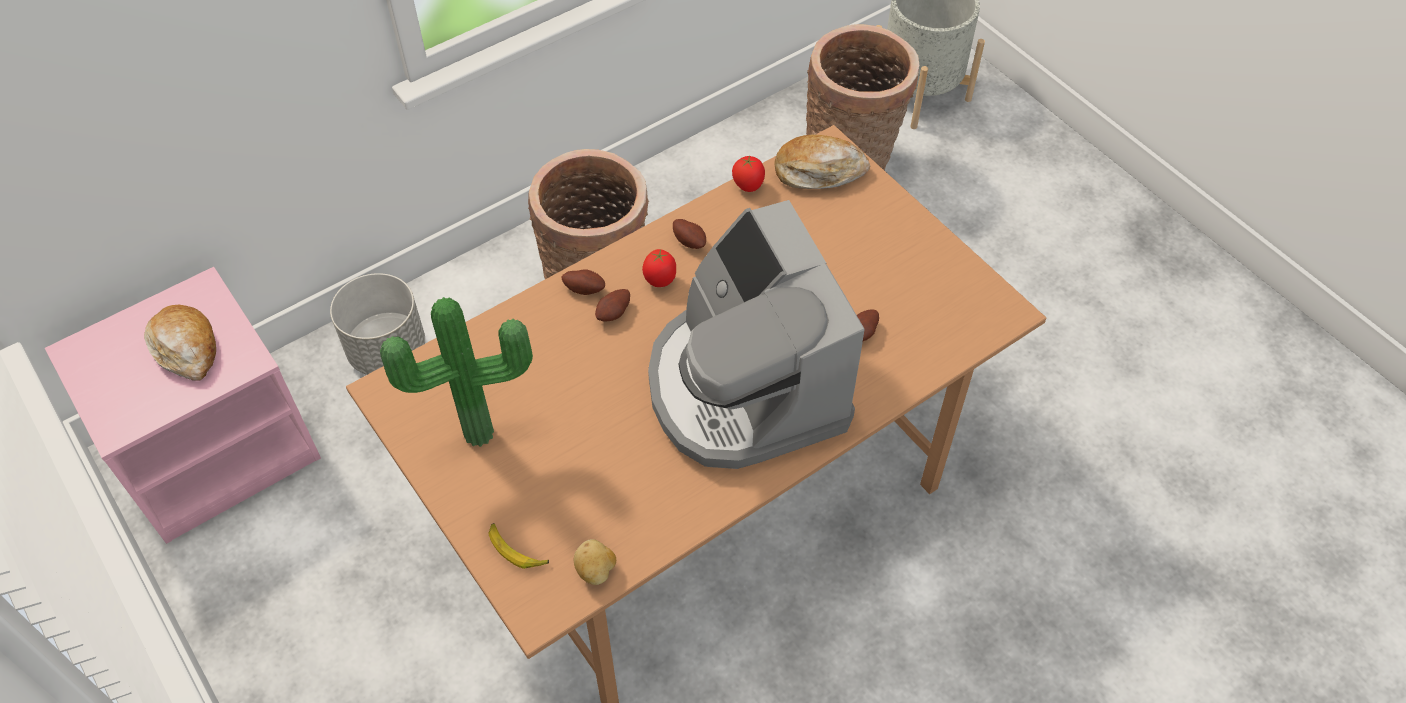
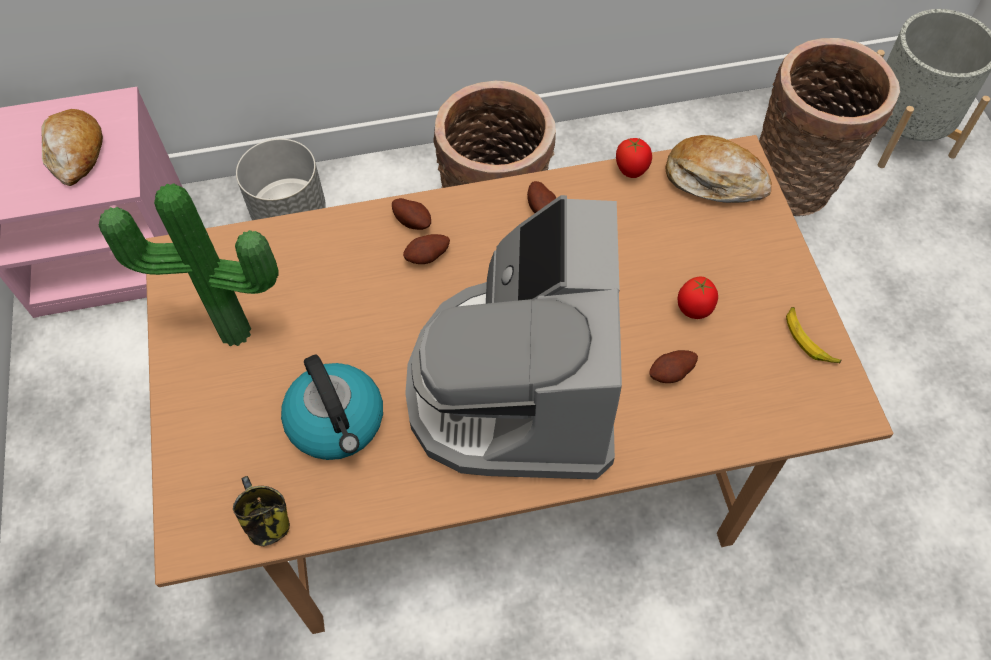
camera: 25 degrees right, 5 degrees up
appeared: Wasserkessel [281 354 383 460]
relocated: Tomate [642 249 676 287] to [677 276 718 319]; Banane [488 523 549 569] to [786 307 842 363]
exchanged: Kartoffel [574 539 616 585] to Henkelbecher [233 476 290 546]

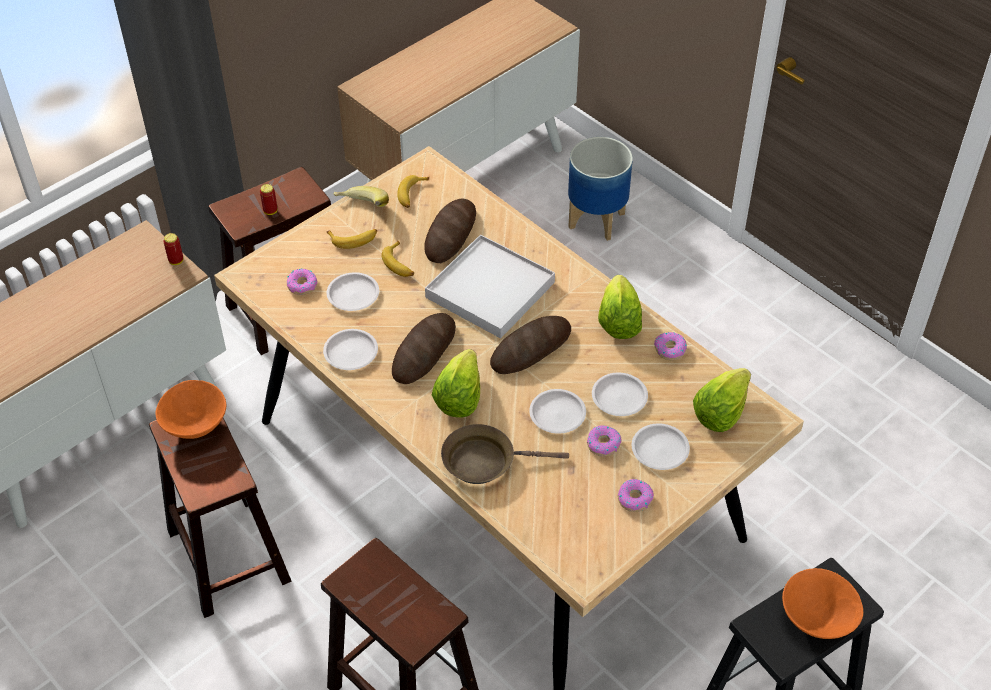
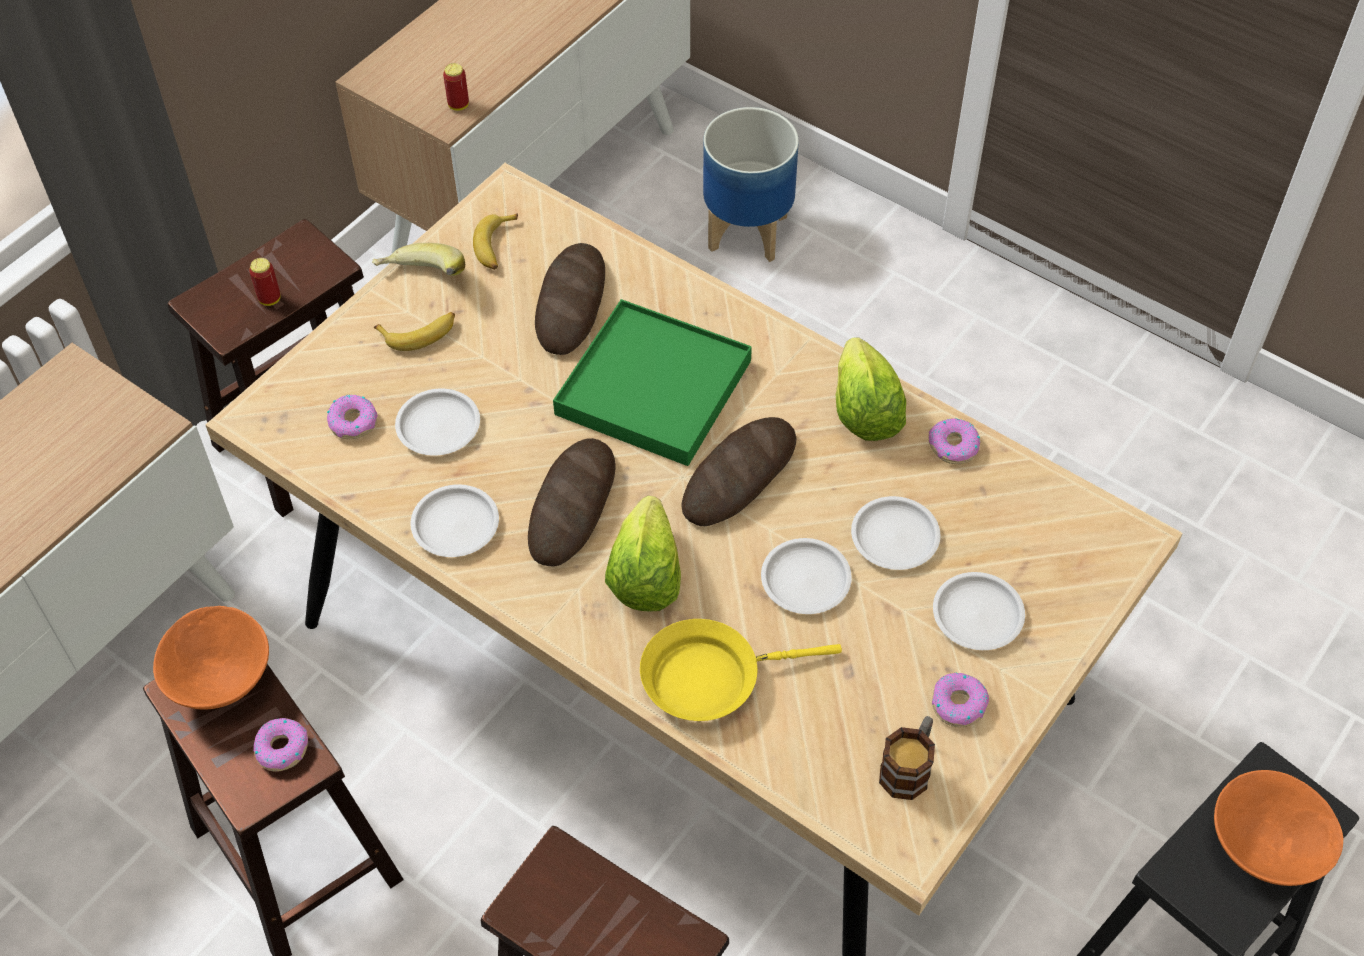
camera: 10 degrees left, 5 degrees up
missing: Banane [381 241 414 277]; Salatkopf [693 368 751 432]
appeared: Henkelbecher [879 716 935 800]
relocated: Donut [587 425 622 457] to [253 718 308 772]; Dose [163 233 183 265] to [443 63 469 111]
colour: Tablett/weiß [425 234 555 338] to Tablett/grün [553 299 752 466]; Pfanne/braun [441 424 569 484] to Pfanne/gelb [640 619 842 721]

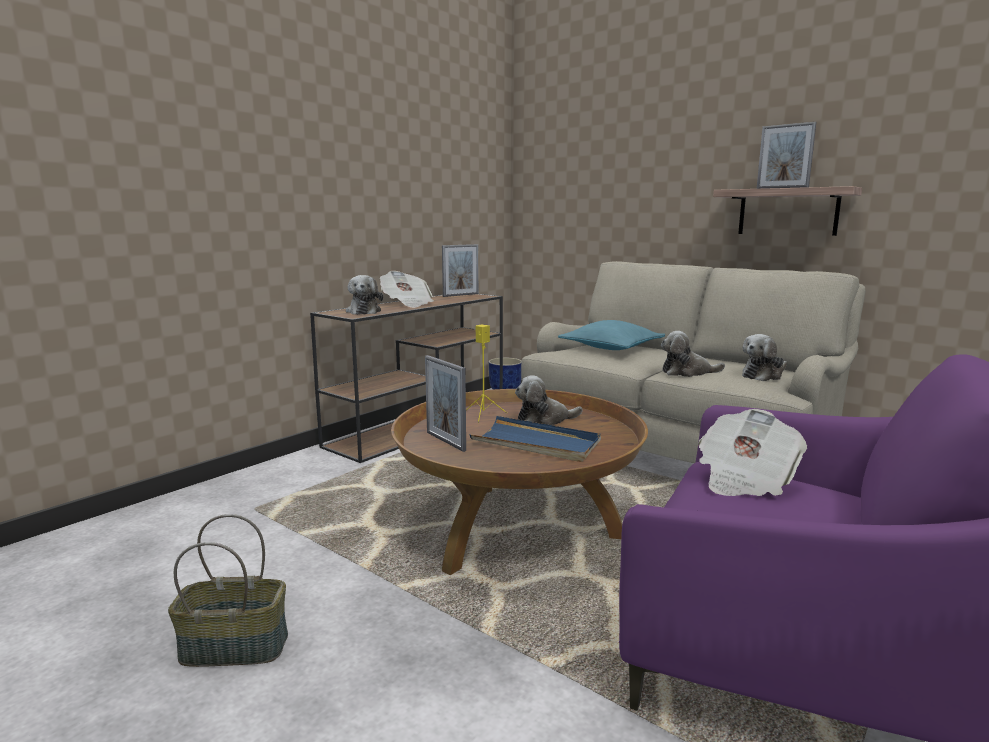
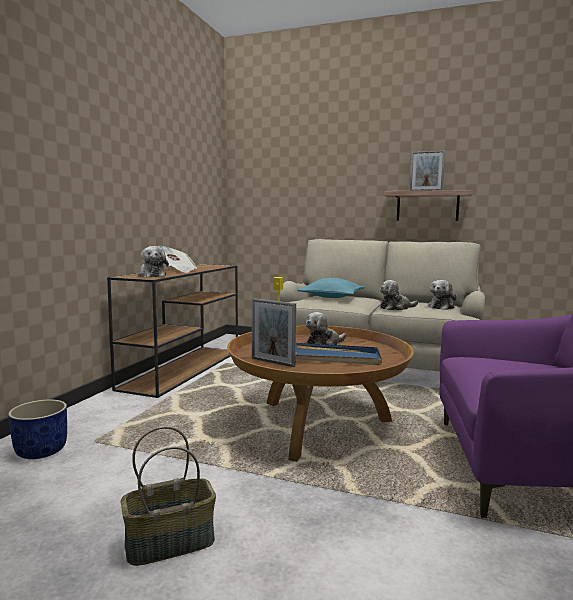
camera: 20 degrees left, 5 degrees down
missing: Bilderrahmen [442 244 479 297]; Zeitung [698 409 807 496]
relocated: Pflanzkübel/blau [489 358 522 389] to [8 399 67 459]

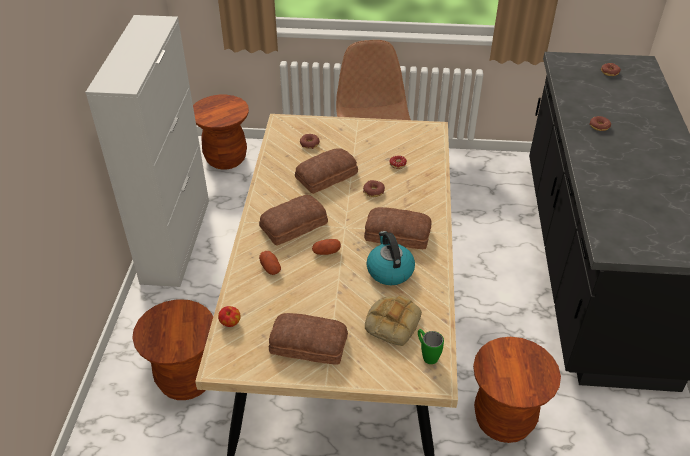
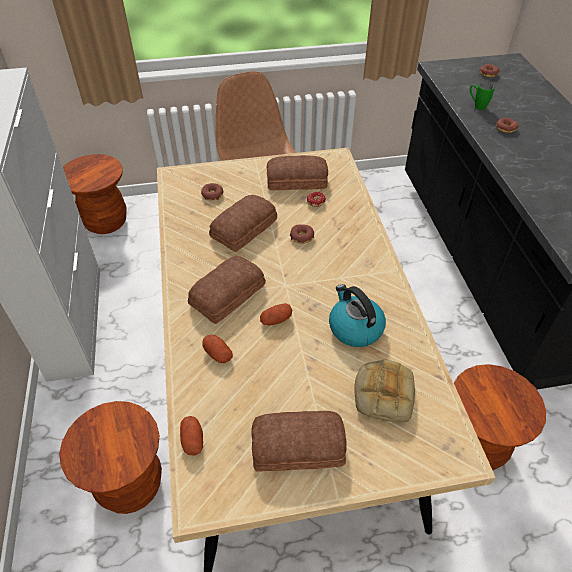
camera: 15 degrees left, 5 degrees up
relocated: Brot [364 207 431 249] to [267 155 328 190]; Henkelbecher/grün [418 329 444 364] to [470 82 495 110]
exchanged: Apfel [218 306 241 327] to Kartoffel [180 416 203 456]

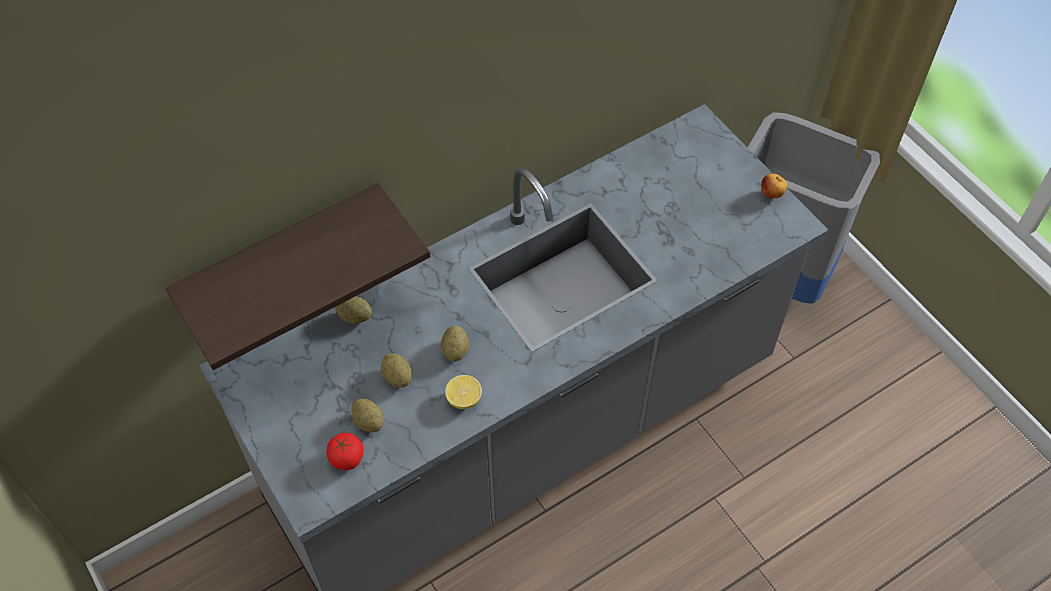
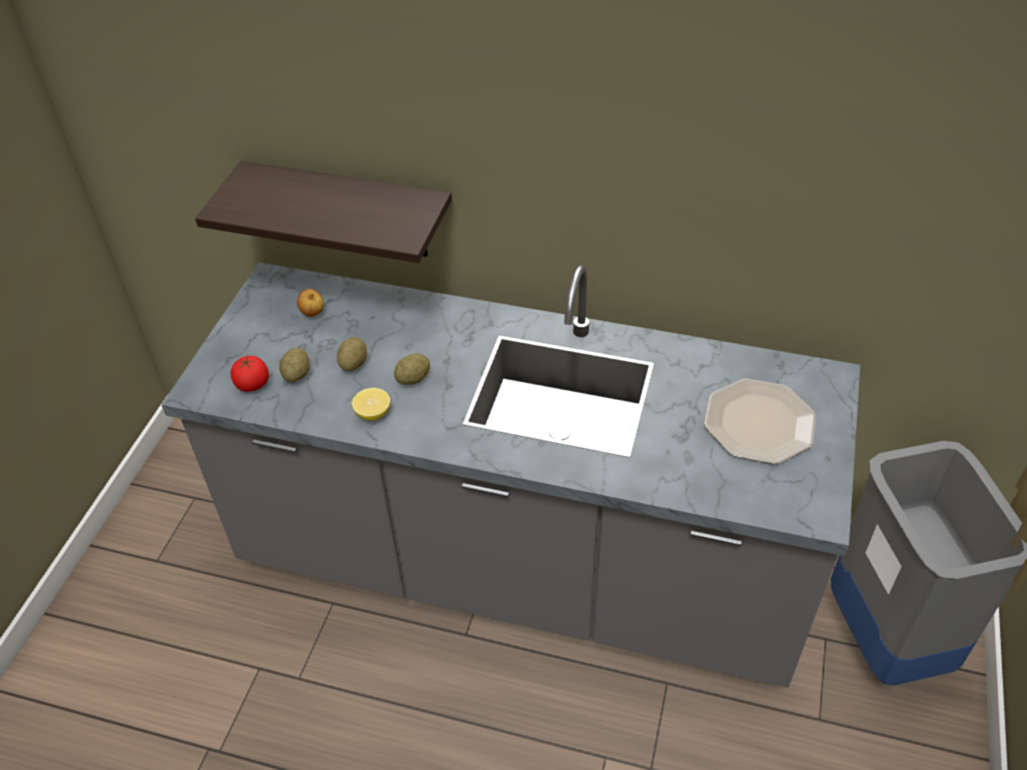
camera: 50 degrees right, 10 degrees down
missing: Kartoffel [335 296 372 324]
appeared: Teller [704 379 816 464]
relocated: Apfel [761 174 787 198] to [297 289 324 317]

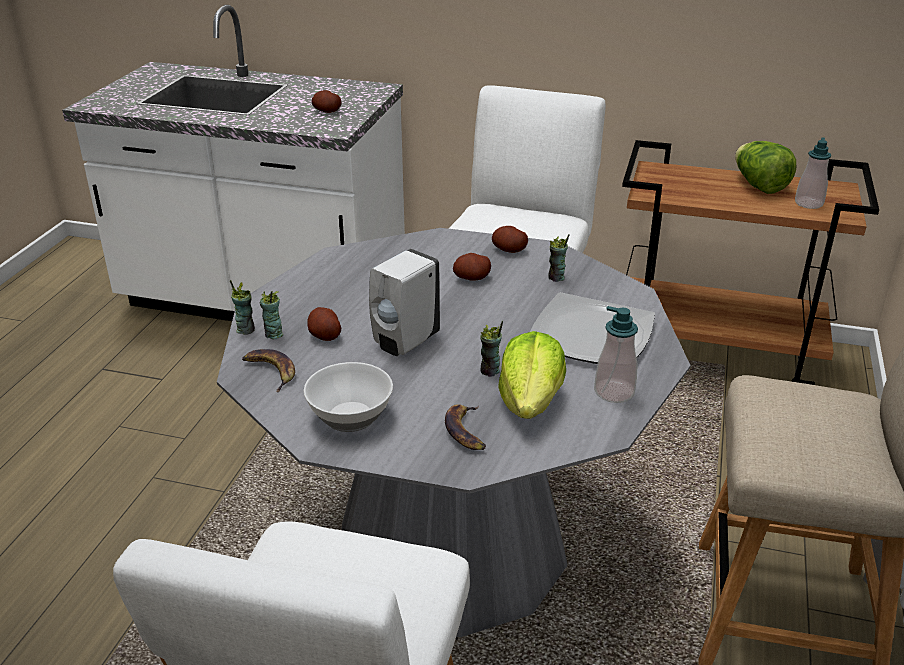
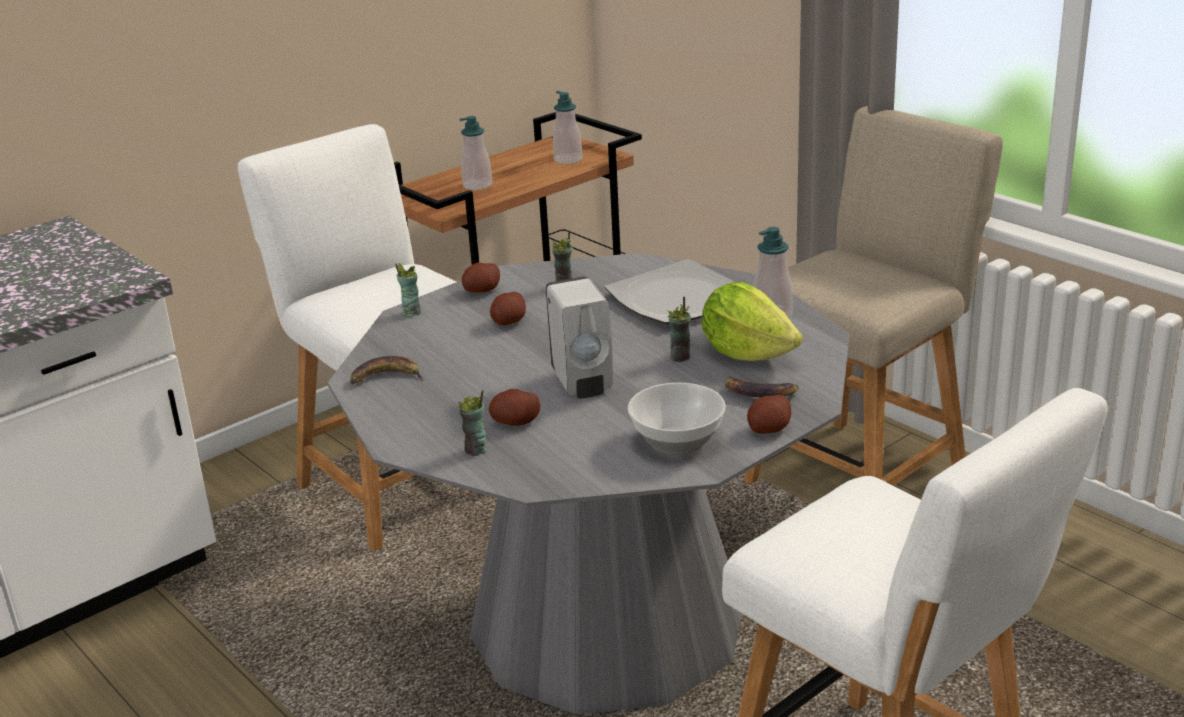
camera: 55 degrees left, 5 degrees down
missing: Salatkopf [735 141 796 194]
appeared: Seifenspender [459 116 493 190]
relocated: Banane [242 349 295 392] to [350 356 424 384]; Tasse [230 280 255 335] to [395 263 421 317]; Kartoffel [312 90 341 113] to [747 395 791 434]

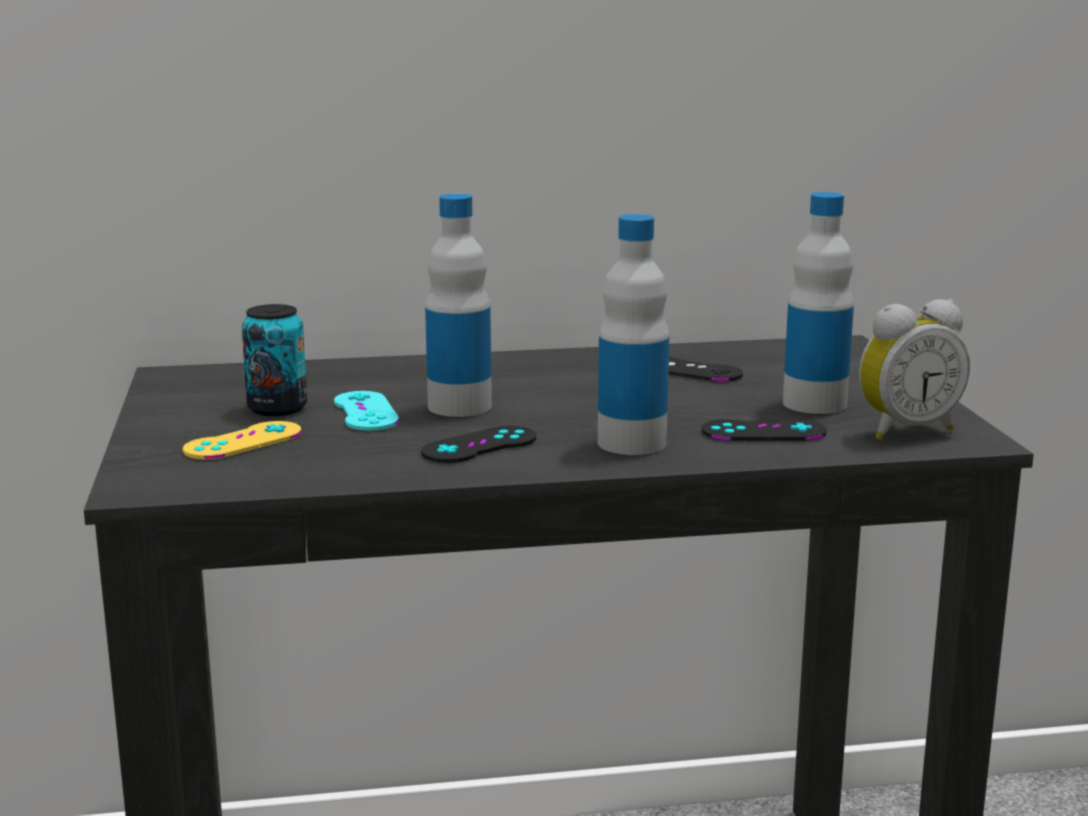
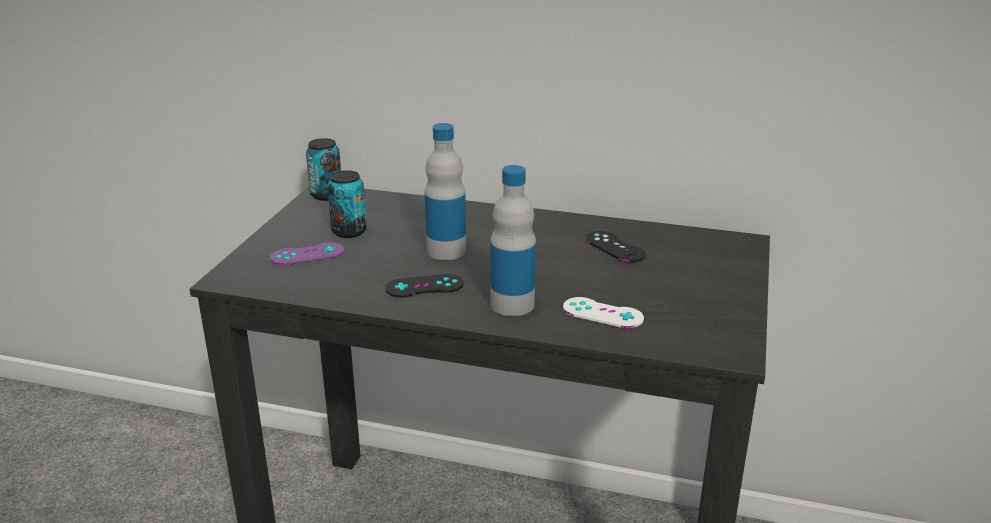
camera: 25 degrees right, 10 degrees up
missing: Gamepad/türkis [334 391 399 431]; Flasche [783 192 854 414]; Wecker [859 299 970 440]
appeared: Dose [306 138 341 201]
colour: Gamepad/gelb [183 421 301 459] to Gamepad/lila [270 242 345 265]; Gamepad/schwarz [702 419 827 441] to Gamepad/weiß [563 297 644 328]

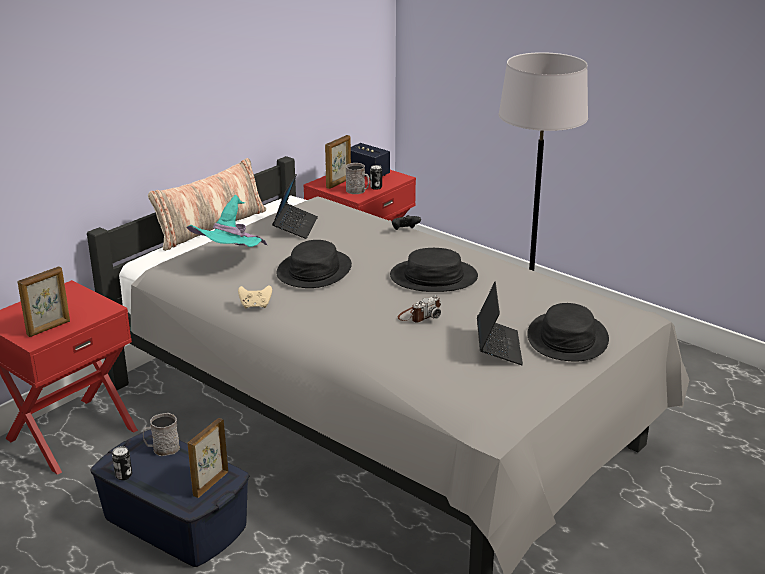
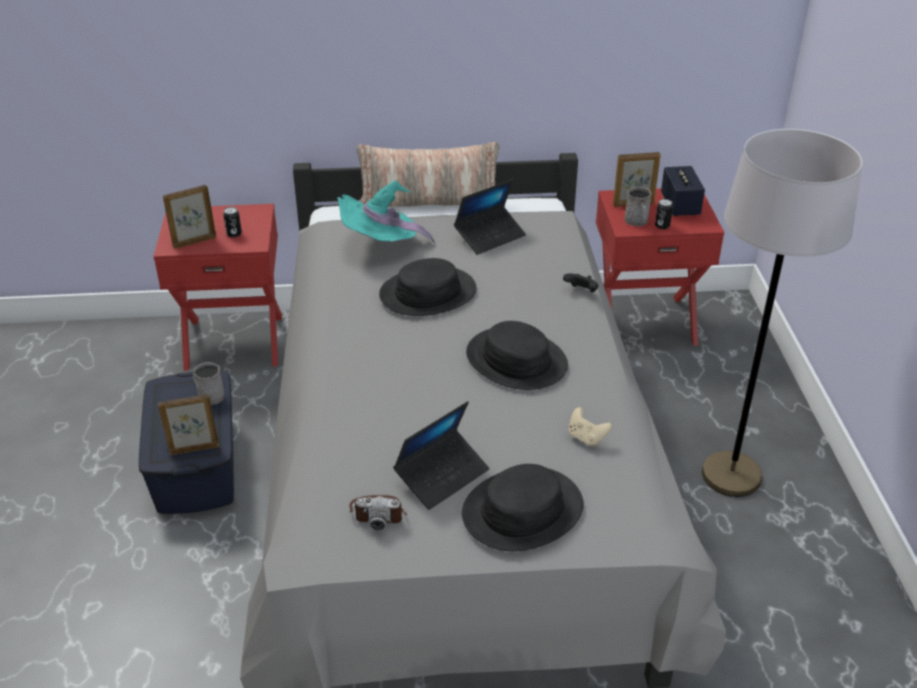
camera: 45 degrees right, 10 degrees up
relocated: Dose [112 446 132 480] to [223 207 242 238]; Kamera [398 295 441 322] to [349 495 407 530]; Gamepad/beige [238 285 272 309] to [569 407 612 447]
spun: Bilderrahmen [18 267 70 337] = [163 185 216 249] 150 degrees clockwise

